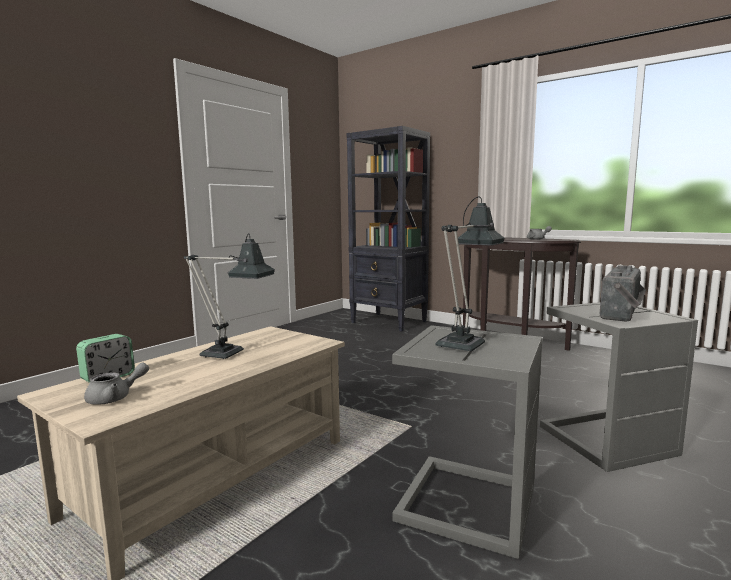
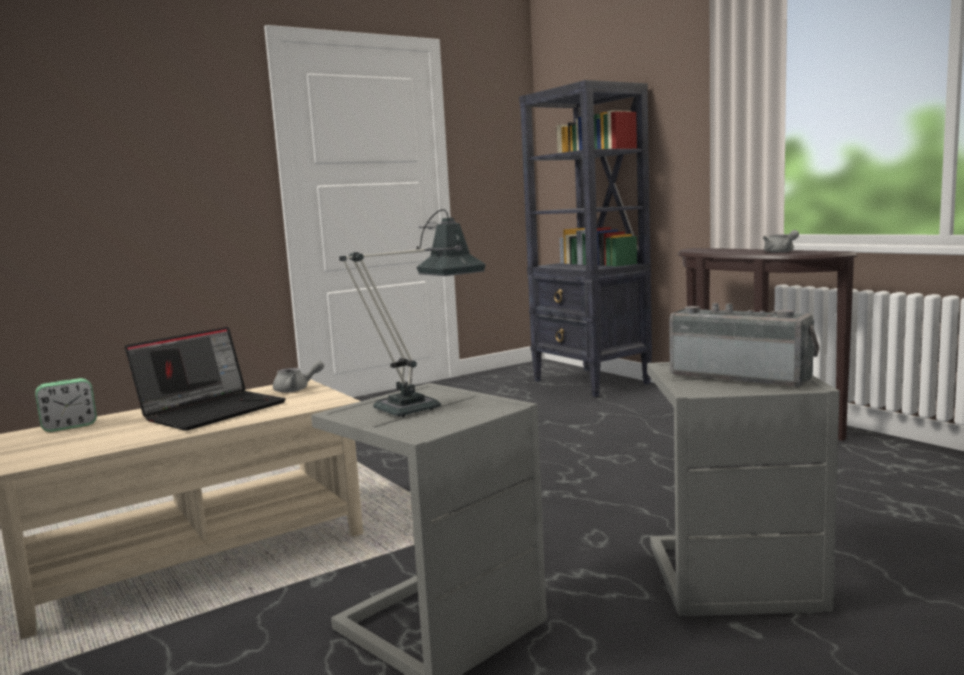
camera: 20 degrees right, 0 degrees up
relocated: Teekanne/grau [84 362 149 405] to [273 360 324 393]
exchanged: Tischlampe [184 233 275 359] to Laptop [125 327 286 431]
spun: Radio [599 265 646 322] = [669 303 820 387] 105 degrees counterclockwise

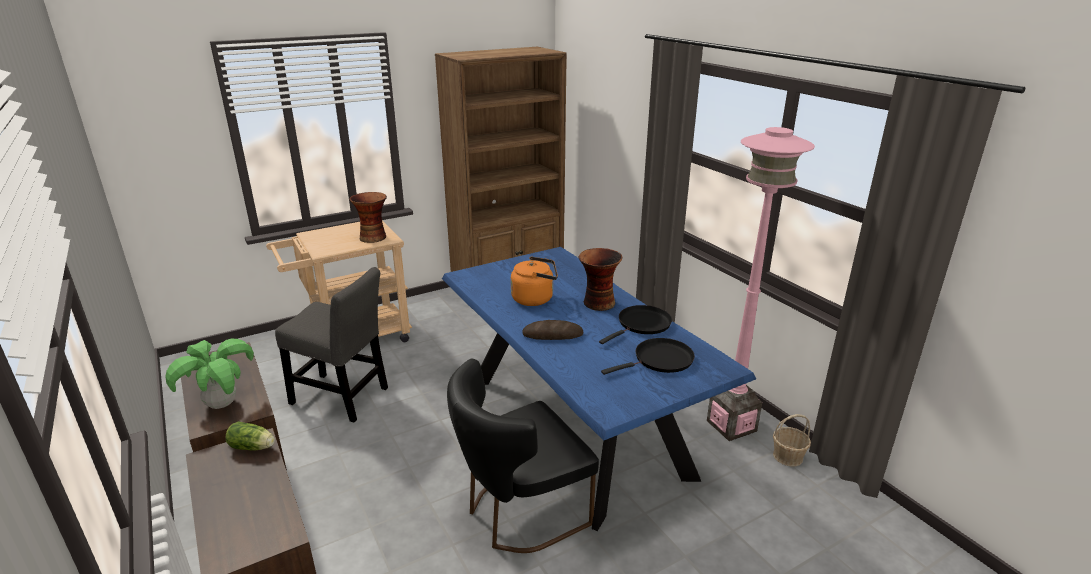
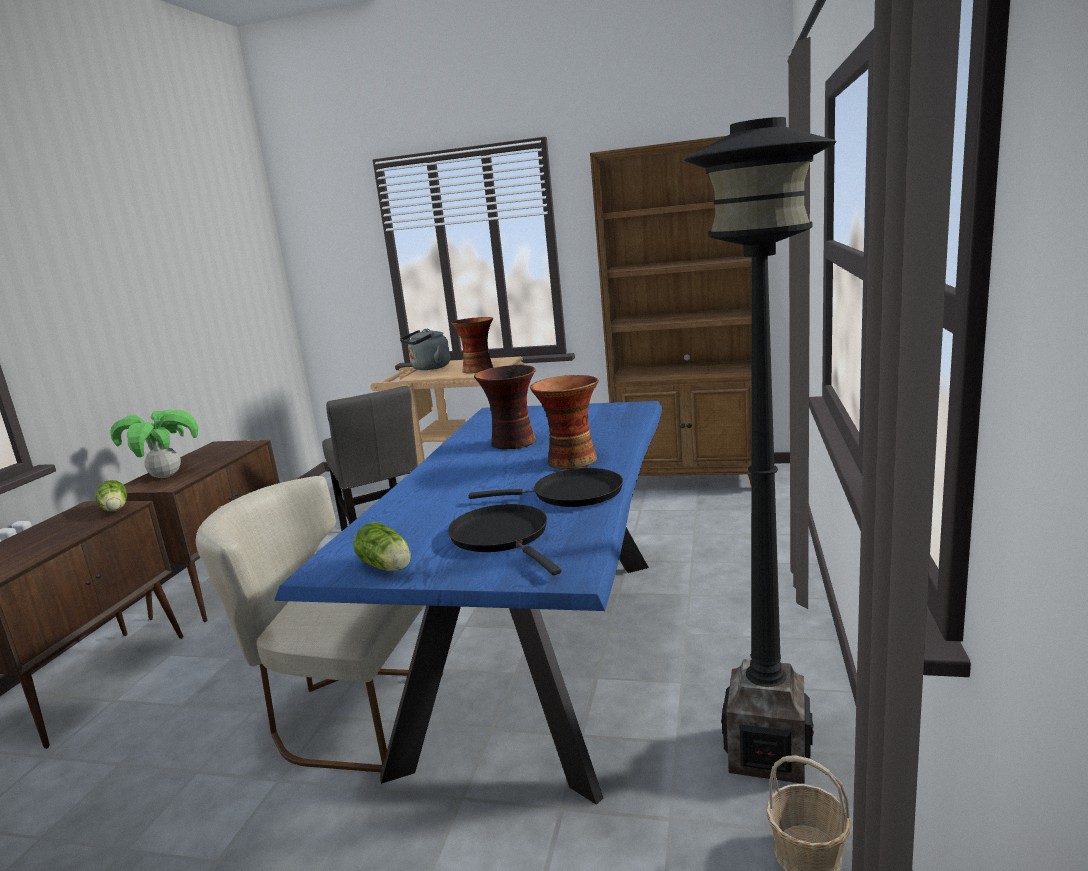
camera: 45 degrees right, 10 degrees down
missing: Brot [523 320 583 340]
appeared: Salatkopf [353 522 411 571]; Wasserkessel/grau [400 329 450 370]
exchanged: Wasserkessel/orange [511 256 558 306] to Vase [474 364 536 449]
colour: Stuhl/schwarz [447 359 599 553] to Stuhl/beige [196 476 443 772]; Stehlampe/rosa [707 127 815 441] to Stehlampe/schwarz [684 117 836 784]
spun: Pfanne/schwarz [601 338 695 375] = [448 504 561 575] 135 degrees counterclockwise

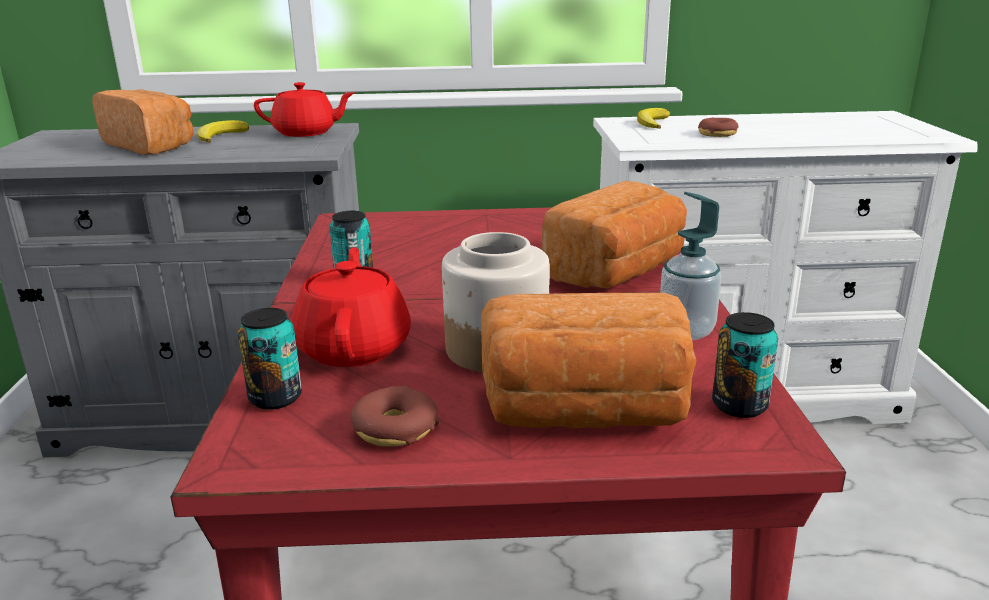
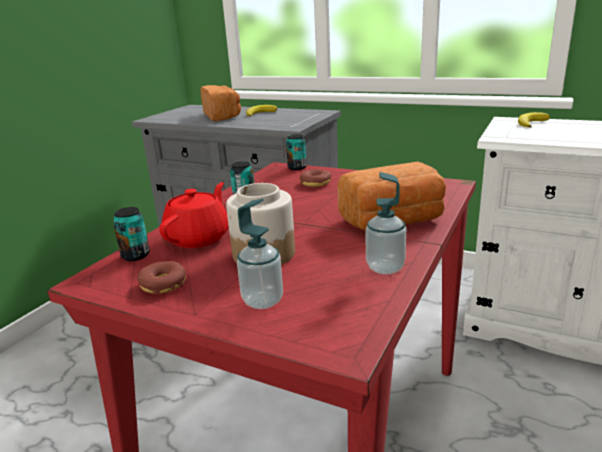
camera: 30 degrees right, 0 degrees up
missing: Teekanne/rot [254 82 355 137]
relocated: Dose [712 312 778 418] to [286 134 307 170]; Donut [698 118 738 137] to [300 169 331 187]
exchanged: Brot [481 293 697 429] to Seifenspender [237 199 283 309]

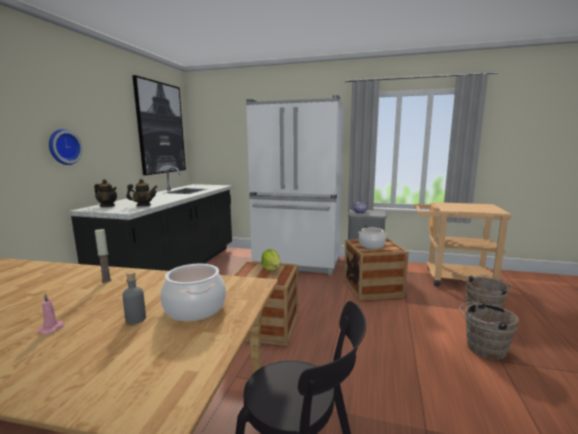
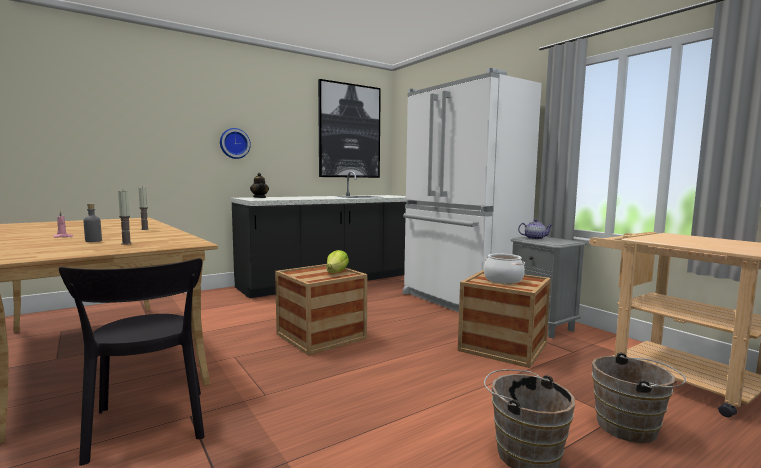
camera: 40 degrees right, 5 degrees down
missing: Teekanne [126 179 158 206]
exchanged: Kochtopf [161 264 226 321] to Kerze [118 191 132 245]

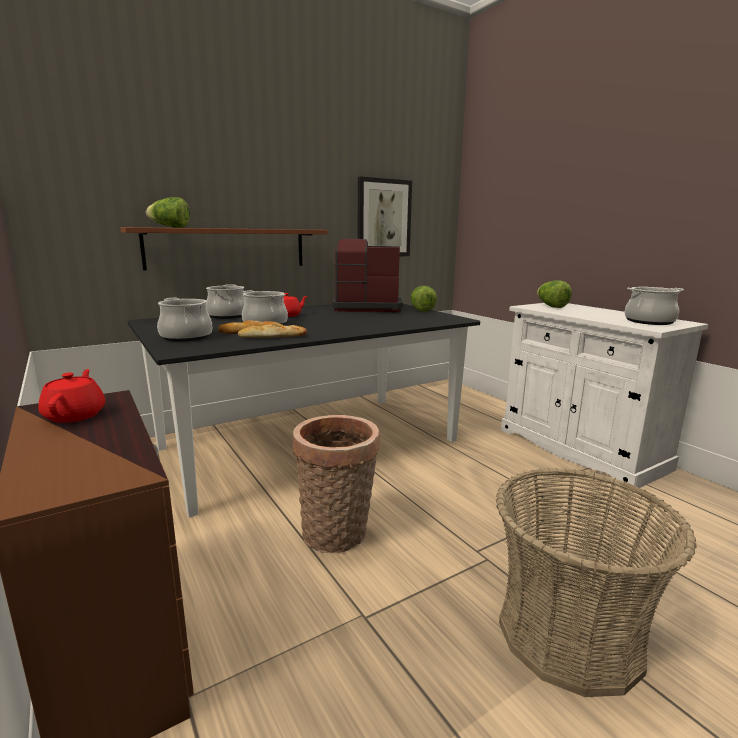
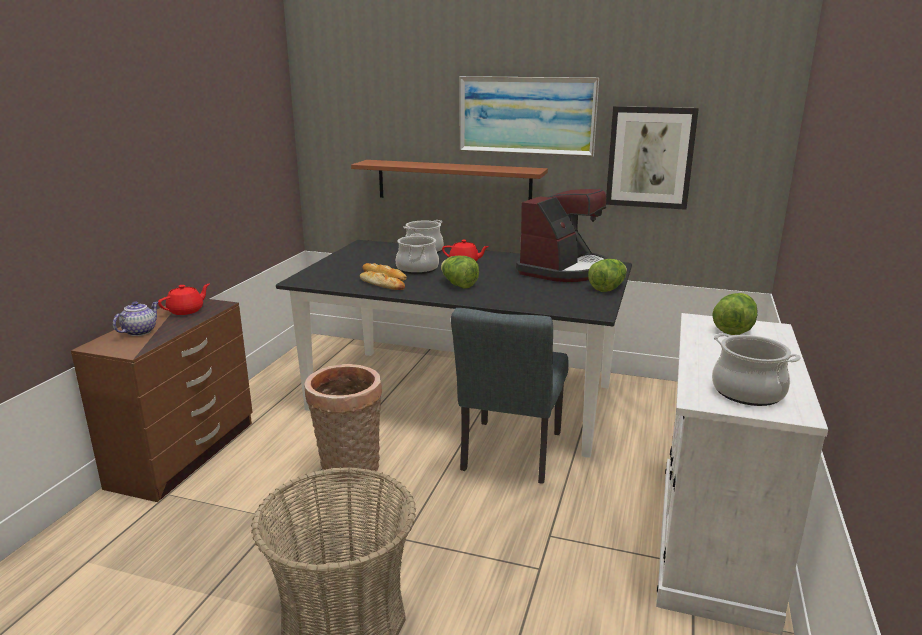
camera: 50 degrees right, 5 degrees up
missing: Kochtopf [157 298 212 342]
appeared: Teekanne [113 301 159 336]; Stuhl/grau [451 308 569 484]; Bild [459 76 599 157]
relocated: Salatkopf [146 197 190 228] to [441 256 479 288]
spun: Kaffeemaschine [332 239 403 312] = [516 189 608 282] 75 degrees clockwise

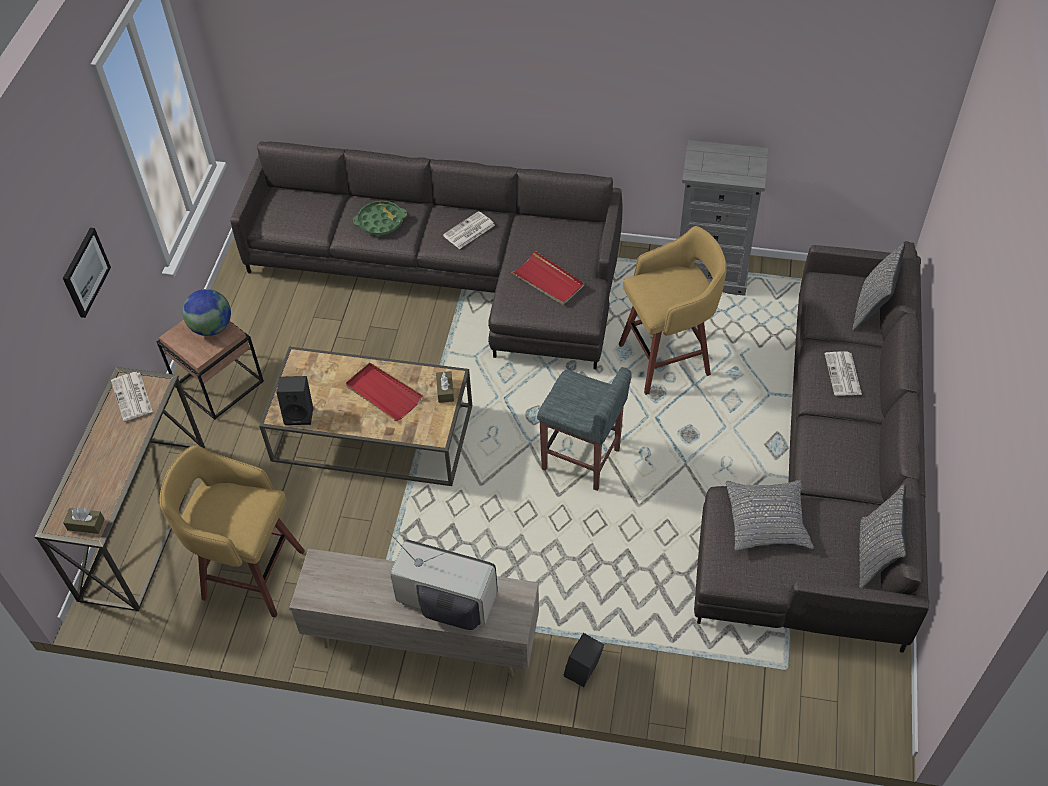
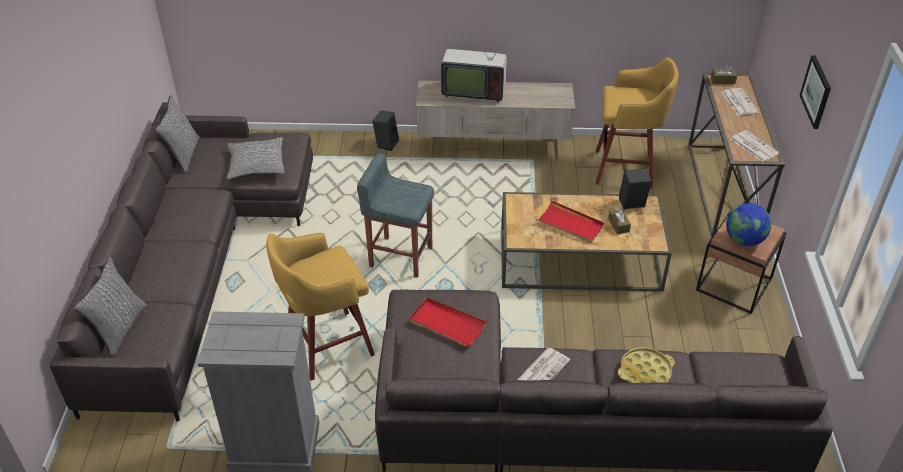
camera: 170 degrees right, 10 degrees down
relocated: Taschentuchbox/braun [436 371 454 403] to [608 208 631 234]; Zeitung [825 352 862 396] to [722 88 759 115]
colour: Tablett/grün [353 201 407 235] to Tablett/gelb [618 348 675 383]

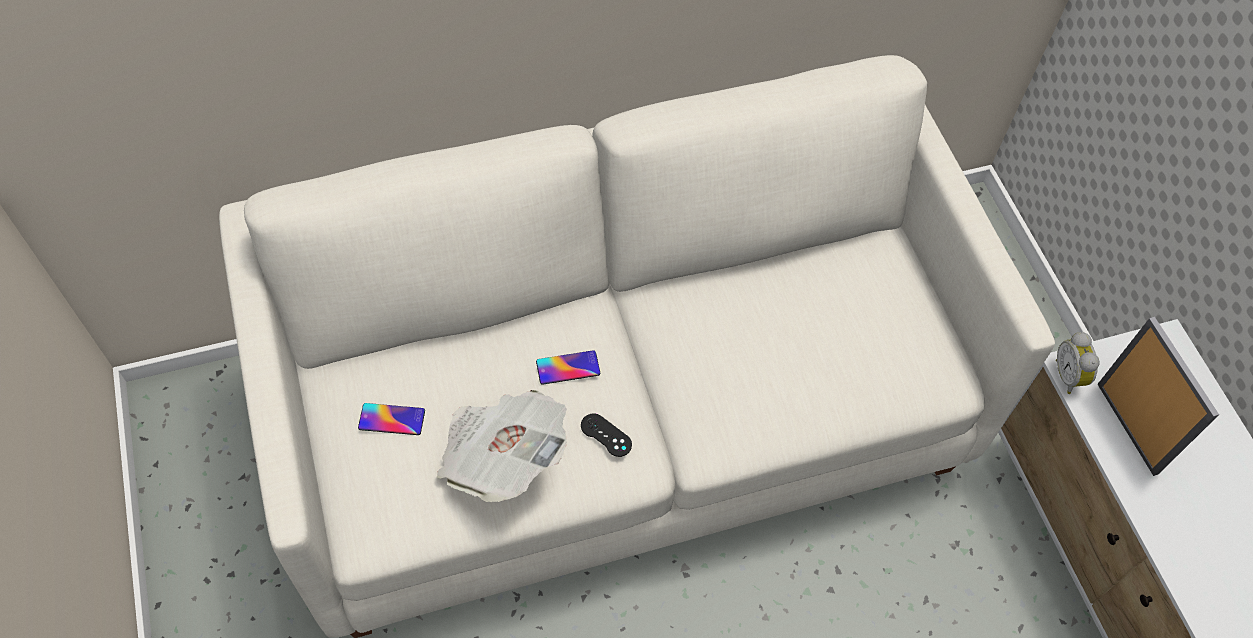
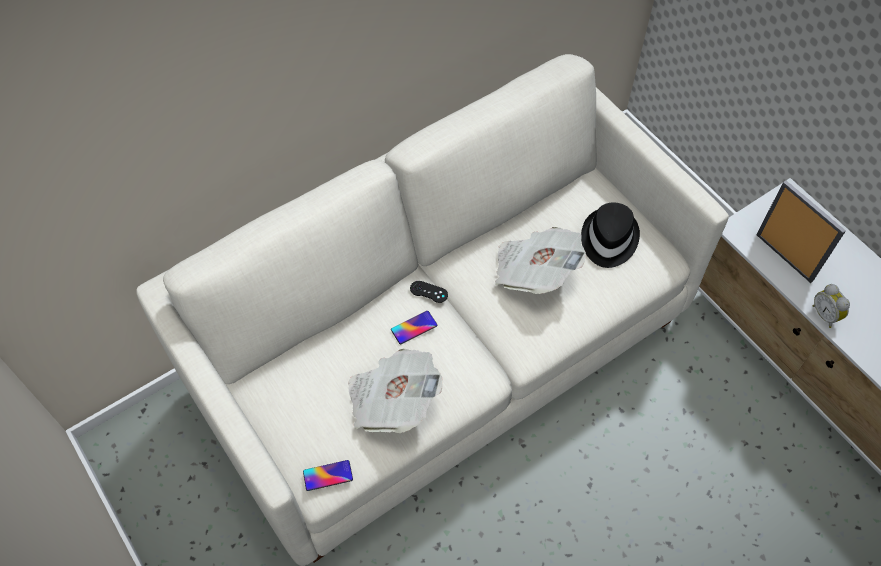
camera: 15 degrees left, 0 degrees up
appeared: Zeitung [495 227 586 294]; Hut/schwarz [581 202 640 268]
relocated: Handy [358 403 425 435] to [303 460 353 491]; Gamepad/schwarz [581 413 632 457] to [410 281 448 303]; Wecker [1056 332 1099 394] to [813 284 850 328]

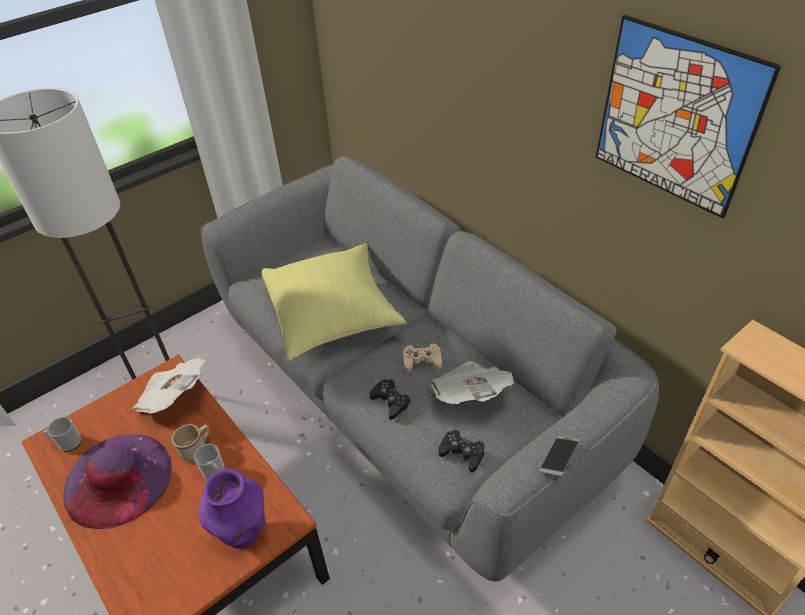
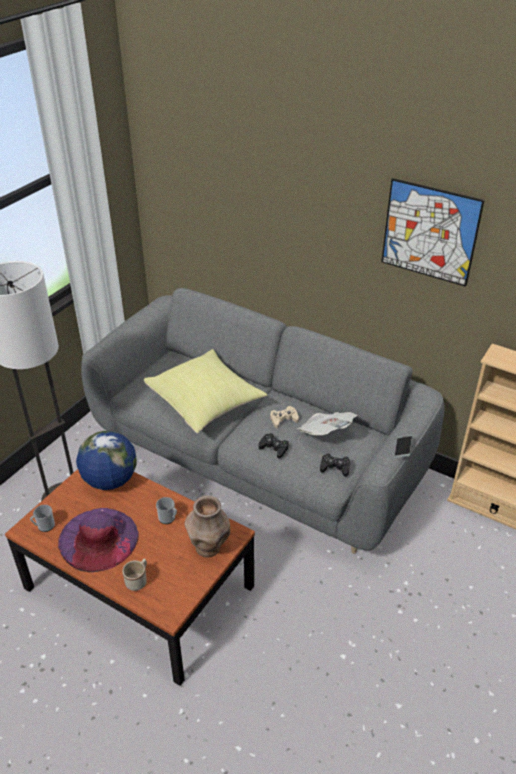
camera: 20 degrees left, 5 degrees down
relocated: Henkelbecher/beige [172 424 209 461] to [122 559 147 591]
exchanged: Zeitung [132 357 205 414] to Globus [76 431 137 490]
colour: Vase/lila [199 469 265 549] to Vase/braun [184 496 230 558]

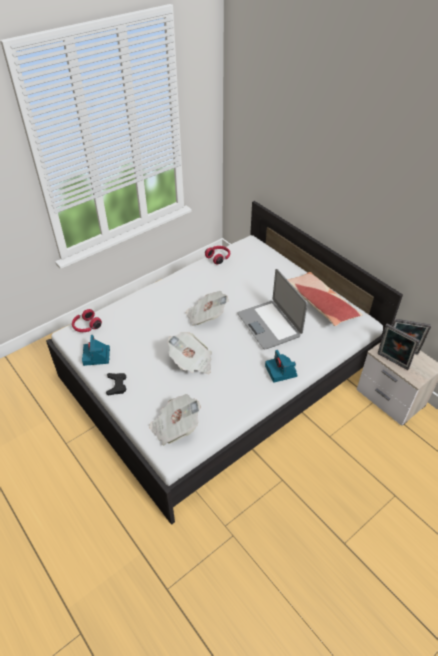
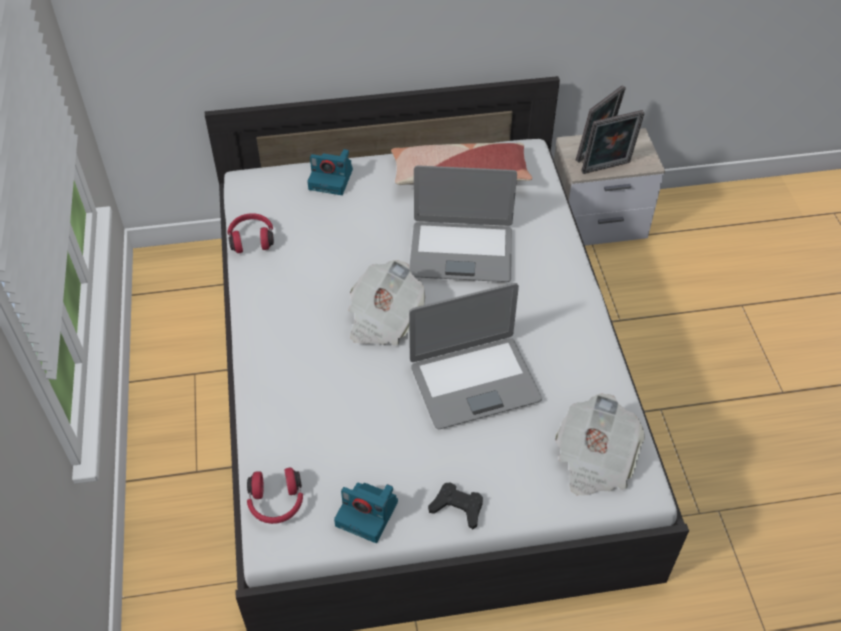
camera: 60 degrees left, 5 degrees up
relocated: Kamera [265 350 297 383] to [307 149 353 195]
exchanged: Zeitung [168 332 212 374] to Laptop [409 283 542 429]

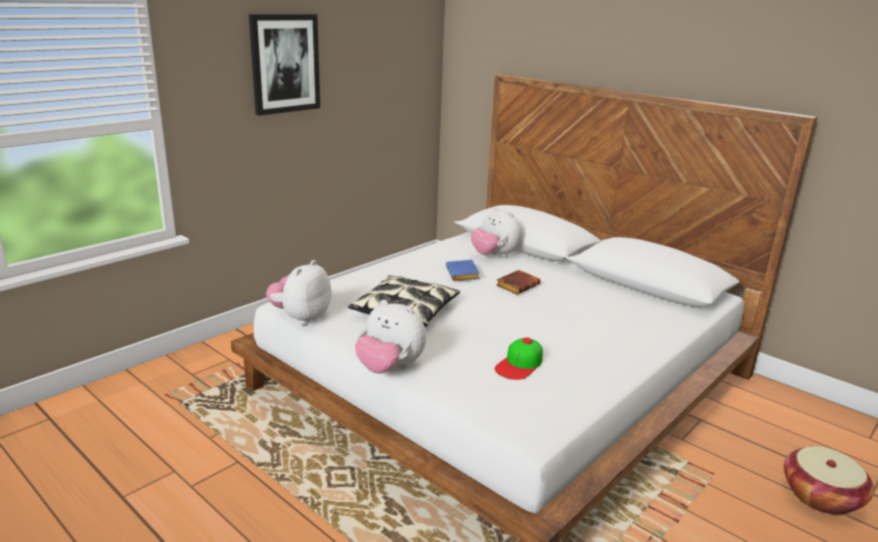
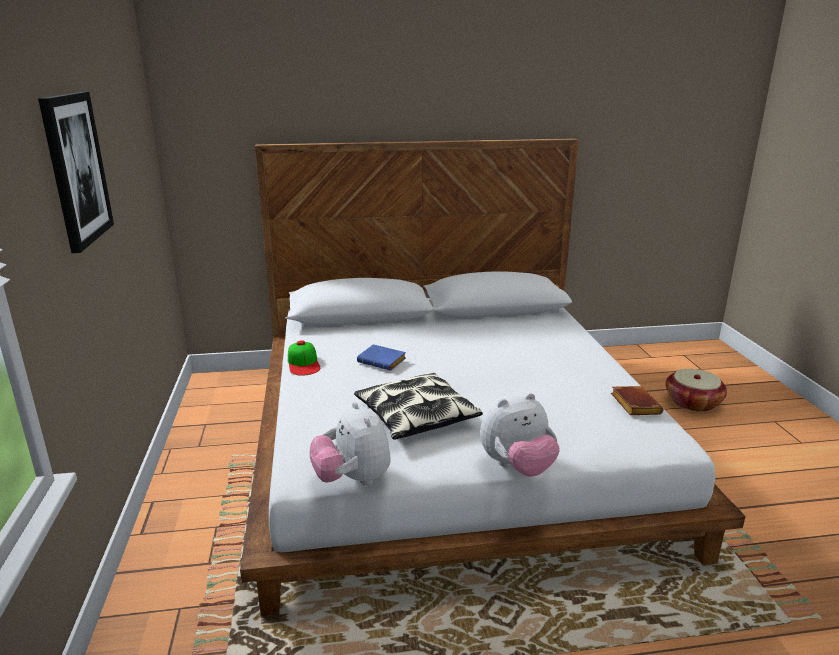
camera: 50 degrees left, 0 degrees up
missing: Plüschtier [471 207 521 257]
relocated: Kappe [495 337 543 380] to [288 340 320 376]; Buch/braun [496 270 541 295] to [611 386 664 415]

